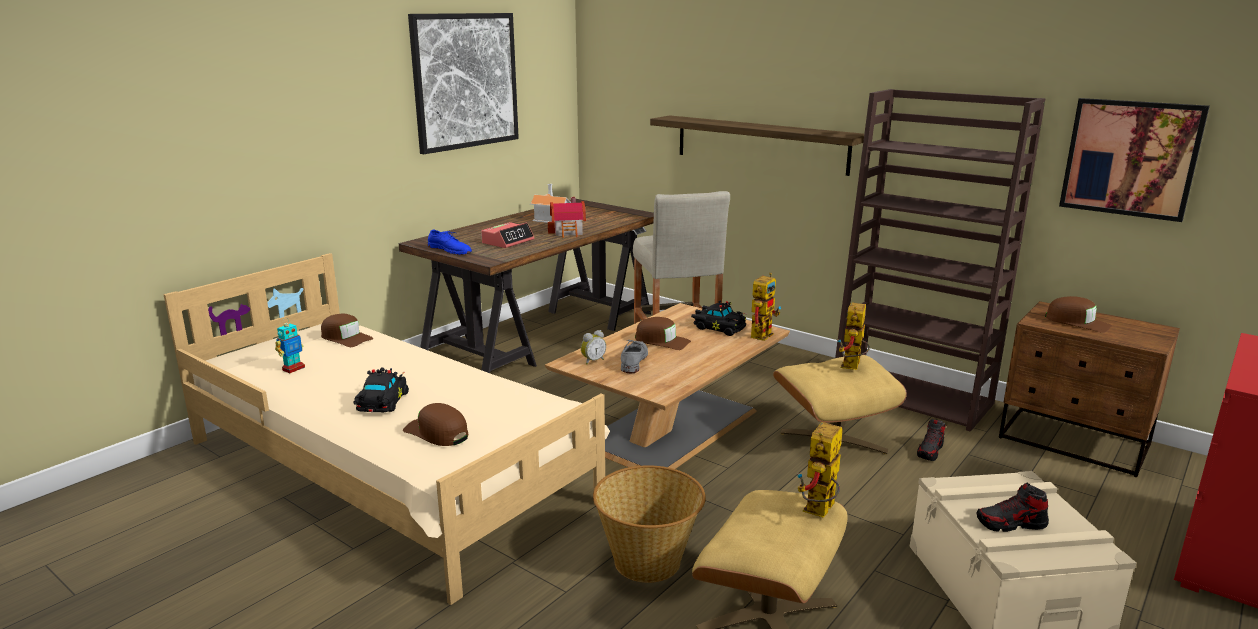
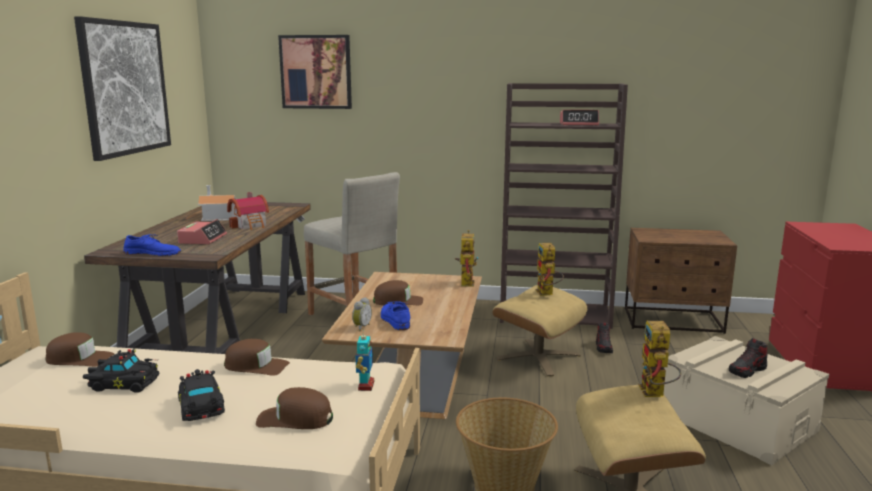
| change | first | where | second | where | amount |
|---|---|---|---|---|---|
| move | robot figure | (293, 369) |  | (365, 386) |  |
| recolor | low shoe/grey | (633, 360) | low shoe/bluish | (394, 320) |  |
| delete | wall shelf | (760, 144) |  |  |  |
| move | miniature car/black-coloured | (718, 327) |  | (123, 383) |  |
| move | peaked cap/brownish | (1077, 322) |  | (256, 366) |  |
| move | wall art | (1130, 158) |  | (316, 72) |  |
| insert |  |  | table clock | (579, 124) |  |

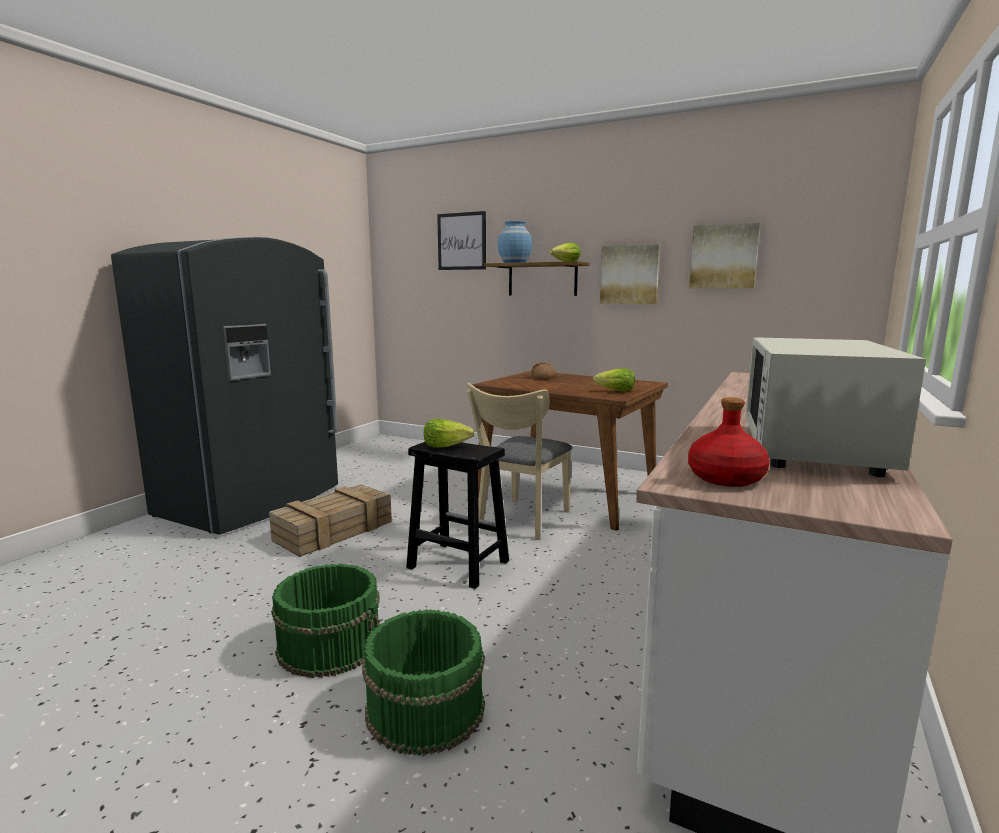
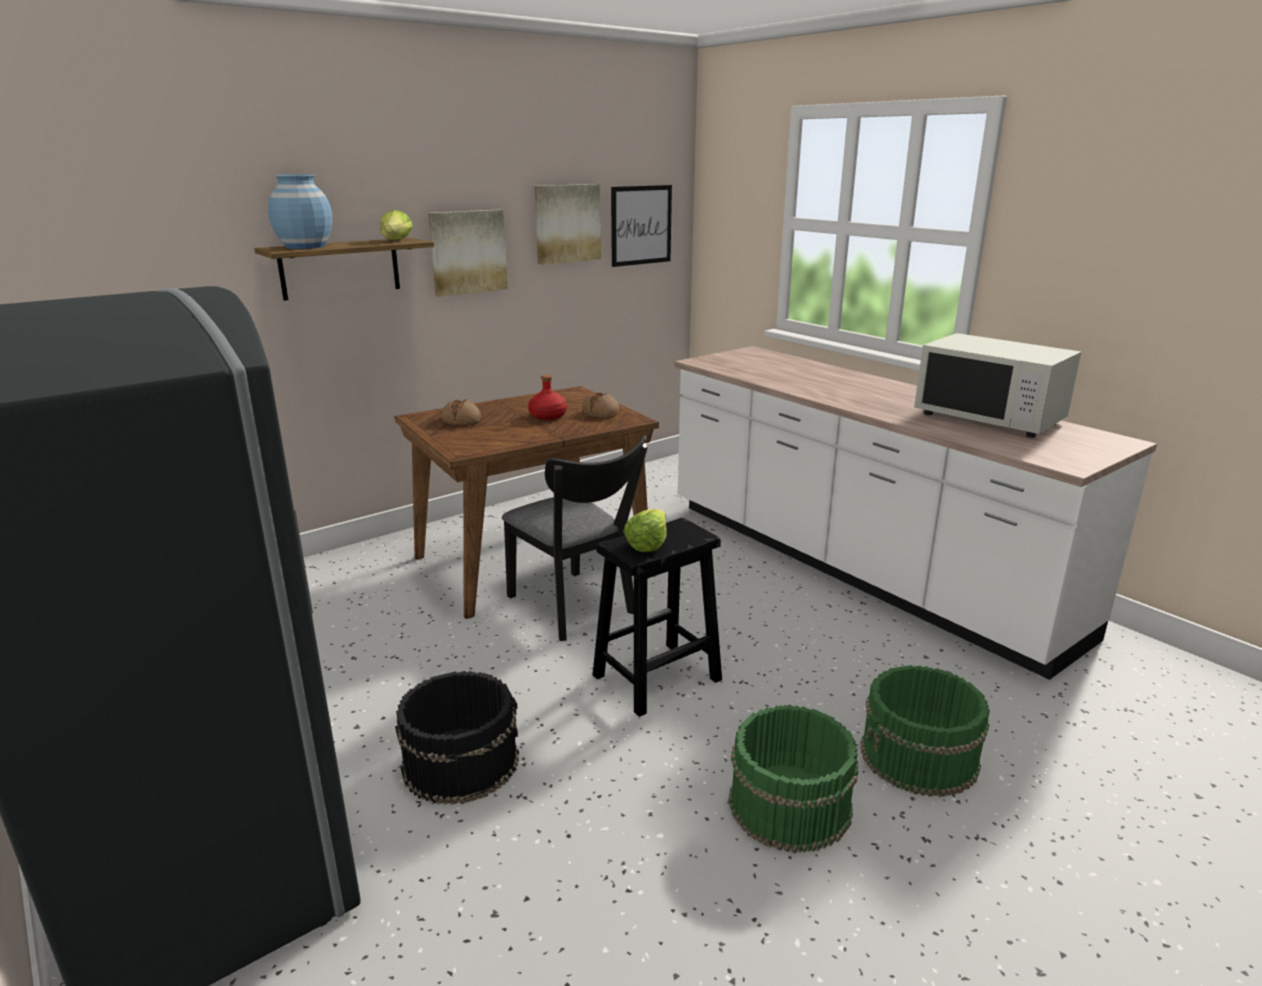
| change | first | where | second | where | amount |
|---|---|---|---|---|---|
| replace | packing crate | (335, 530) | water bucket/black-coloured | (460, 762) |  |
| move | wall art | (461, 241) |  | (641, 225) |  |
| recolor | plain chair/sand-coloured | (521, 521) | plain chair/black-coloured | (575, 608) |  |
| replace | lettuce | (615, 391) | baked bread | (601, 413) |  |
| move | bottle/red | (725, 478) |  | (547, 416) |  |

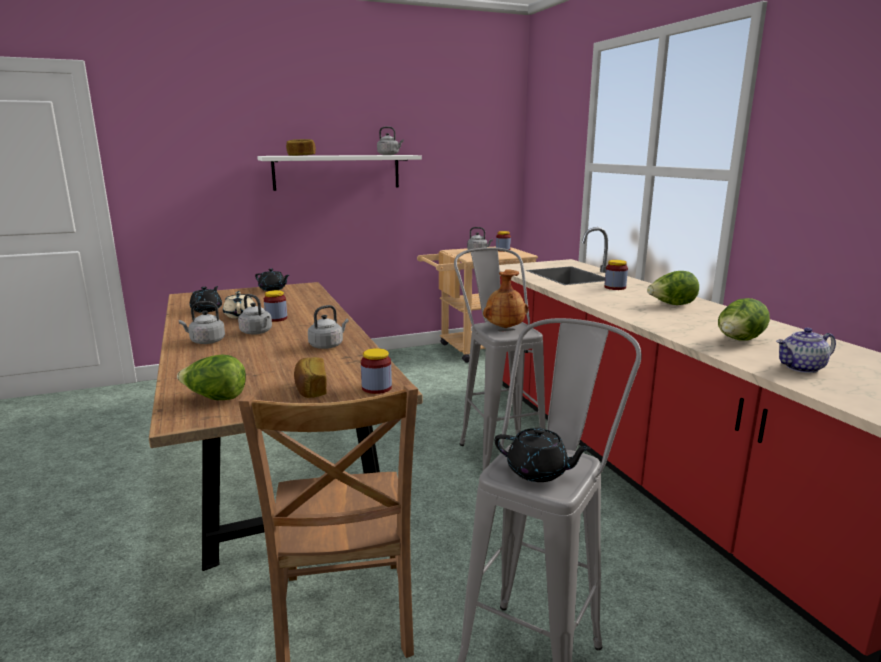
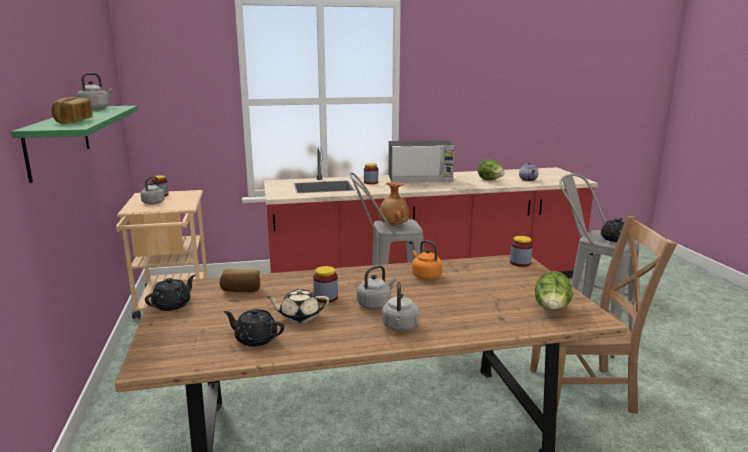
| change | first | where | second | where | amount |
|---|---|---|---|---|---|
| recolor | wall shelf/white-coloured | (337, 172) | wall shelf/greenish | (59, 140) |  |
| move | baked bread | (310, 389) |  | (241, 290) |  |
| recolor | tea kettle/grey | (327, 345) | tea kettle/orange-coloured | (425, 276) |  |
| replace | lettuce | (671, 305) | microwave oven | (420, 179) |  |

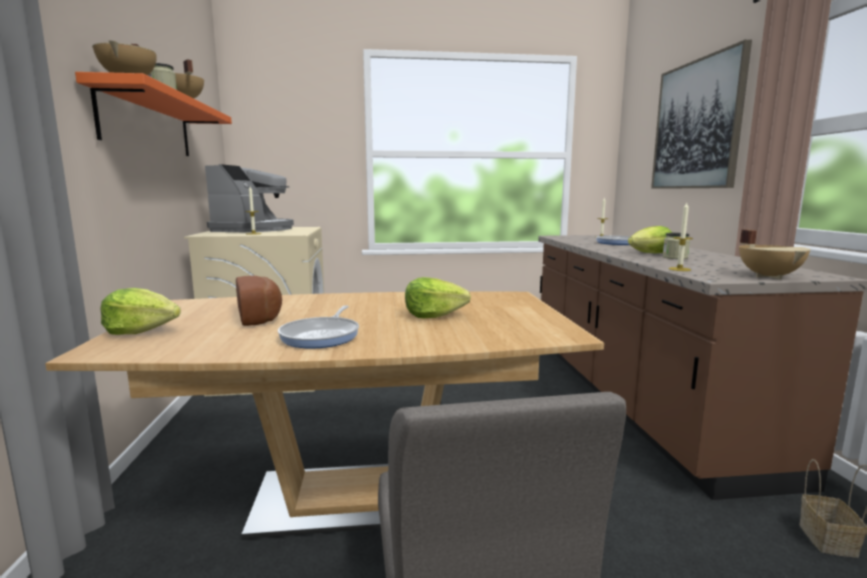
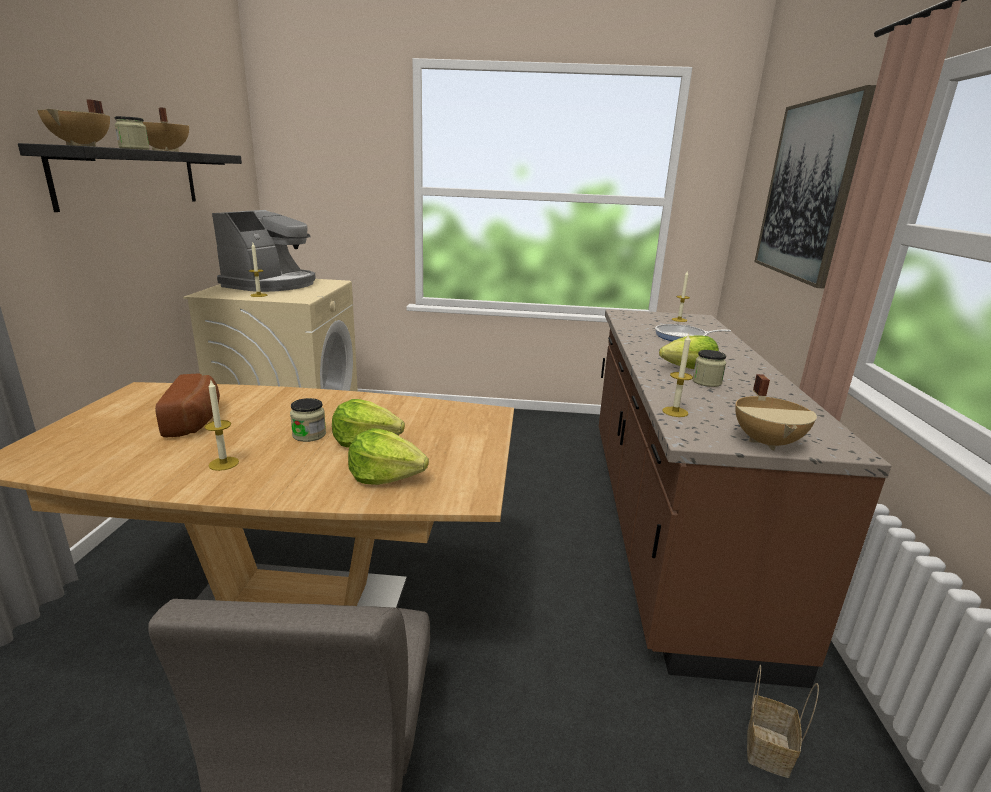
| change | first | where | second | where | amount |
|---|---|---|---|---|---|
| recolor | wall shelf/orange-coloured | (148, 124) | wall shelf/black-coloured | (130, 178) |  |
| move | lettuce | (141, 331) |  | (385, 476) |  |
| replace | pan | (322, 336) | wax light | (223, 463) |  |
| insert |  |  | preserve jar | (309, 435) |  |

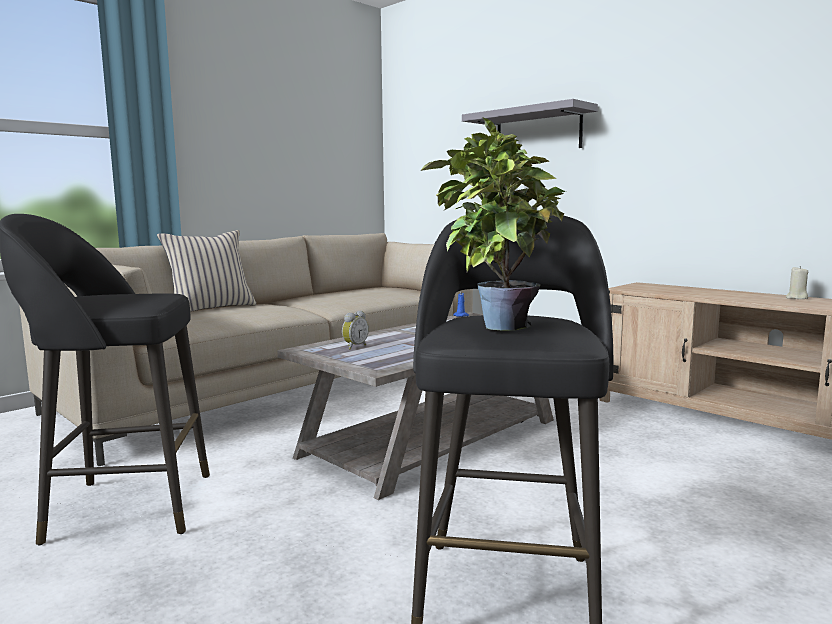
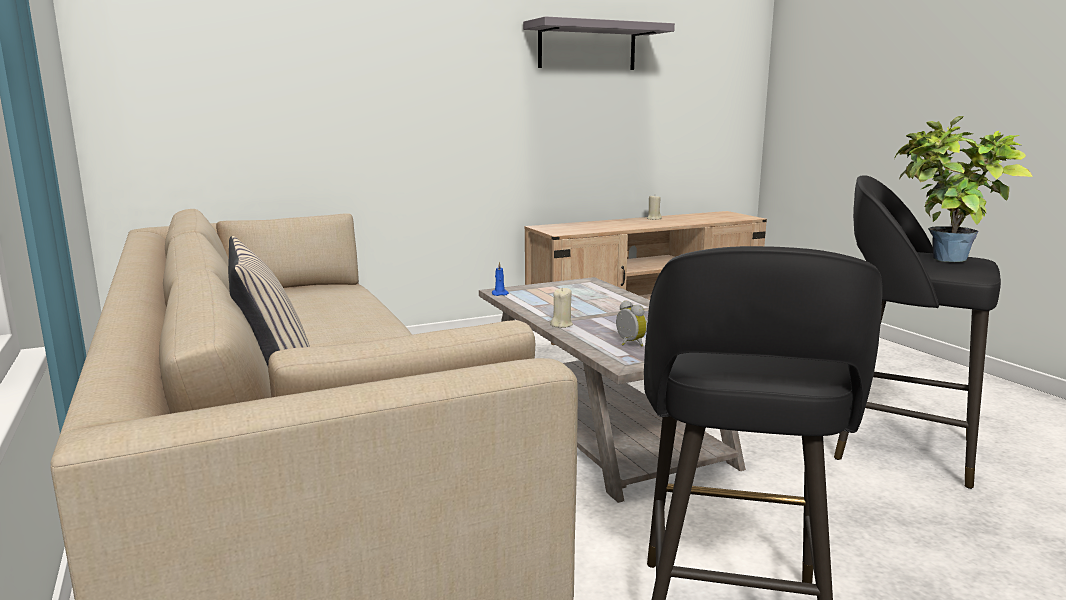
| change | first | where | second | where | amount |
|---|---|---|---|---|---|
| move | wall shelf/grey | (538, 131) |  | (587, 46) |  |
| insert |  |  | wax light/sand-coloured | (561, 325) |  |

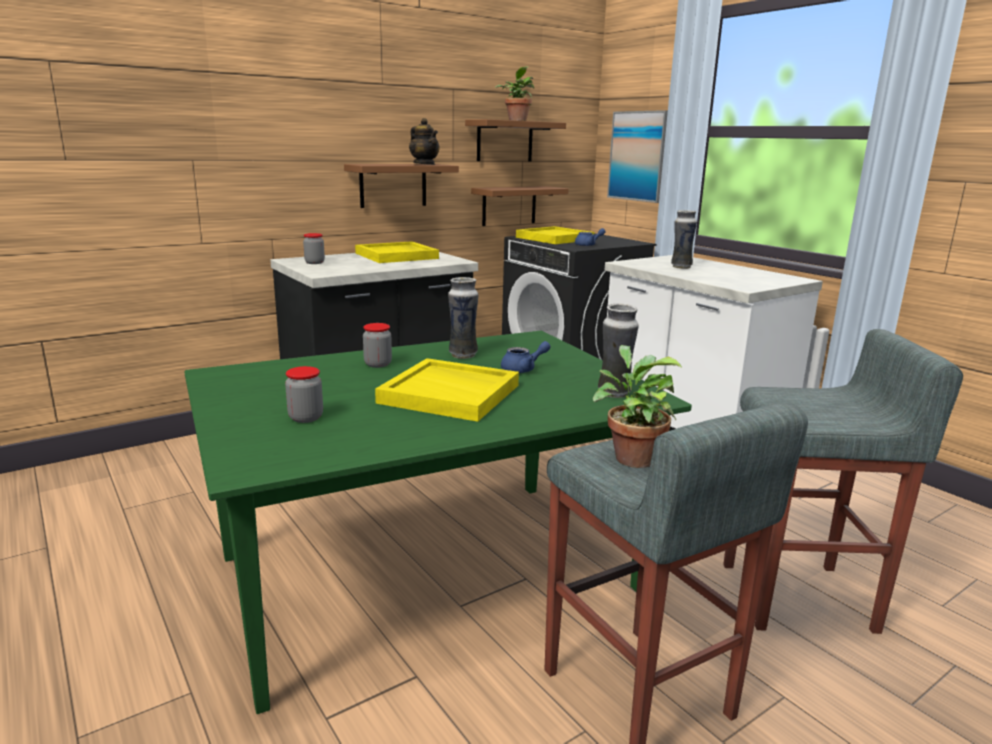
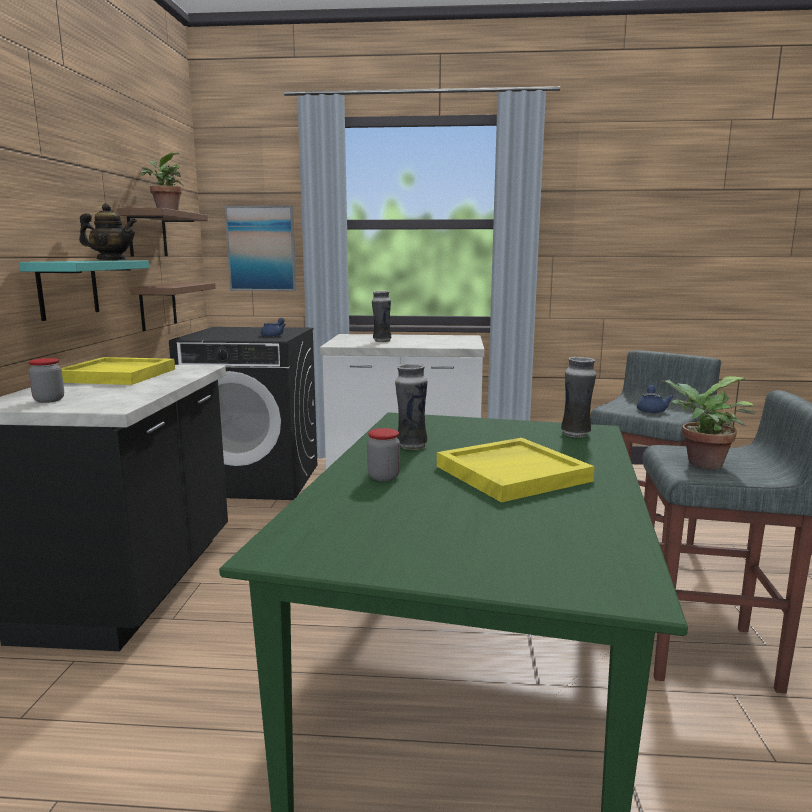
| change | first | where | second | where | amount |
|---|---|---|---|---|---|
| delete | preserve jar | (306, 418) |  |  |  |
| recolor | wall shelf/brownish | (393, 185) | wall shelf/turquoise | (68, 288) |  |
| move | pot for tea/bluish | (523, 369) |  | (651, 410) |  |
| delete | tray/yellowish | (553, 238) |  |  |  |

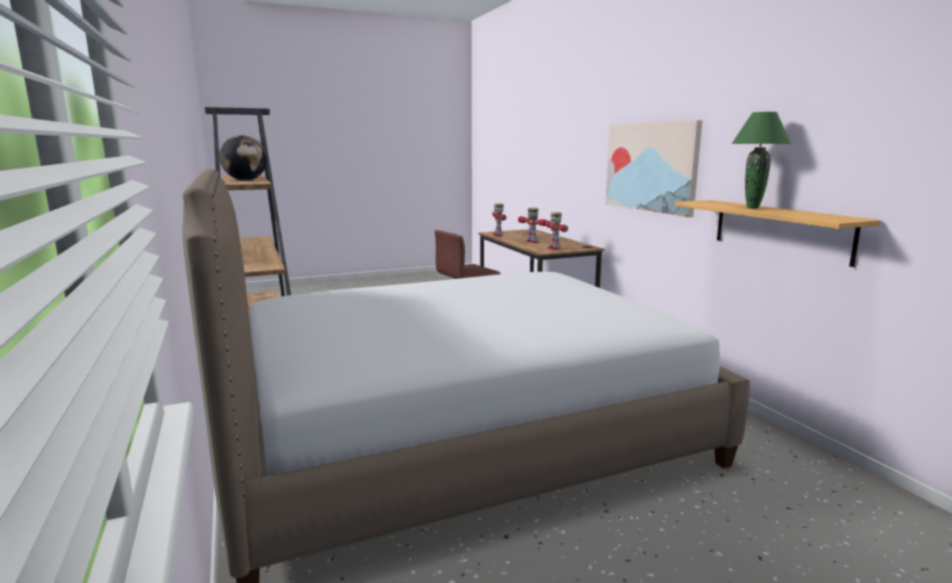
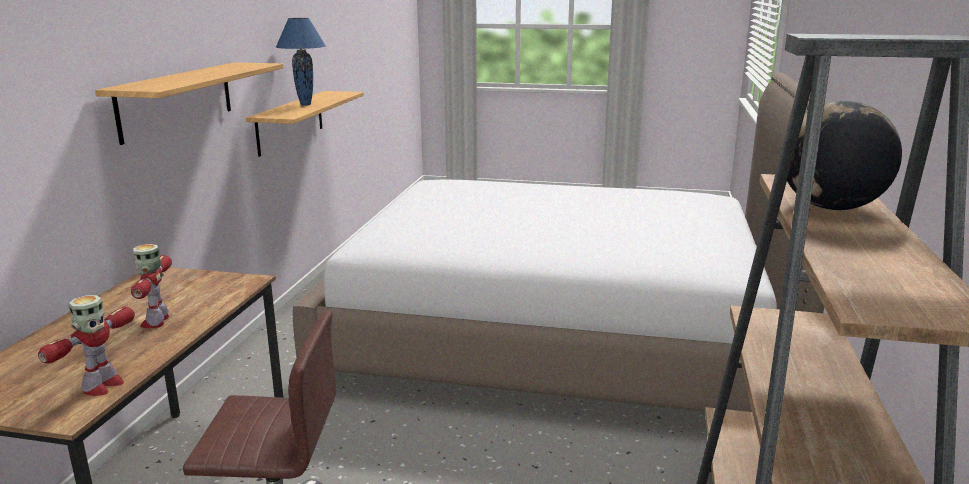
| change | first | where | second | where | amount |
|---|---|---|---|---|---|
| delete | robot figure | (554, 248) |  |  |  |
| replace | wall art | (651, 166) | wall shelf | (177, 100) |  |
| recolor | tabletop lamp/greenish | (753, 207) | tabletop lamp/bluish | (305, 104) |  |

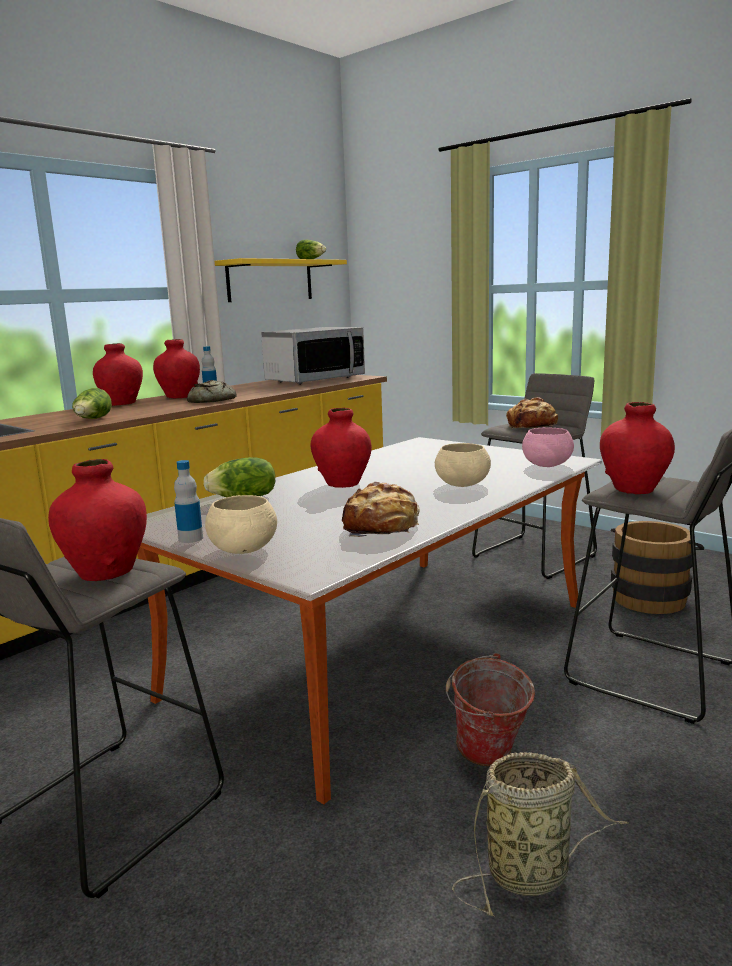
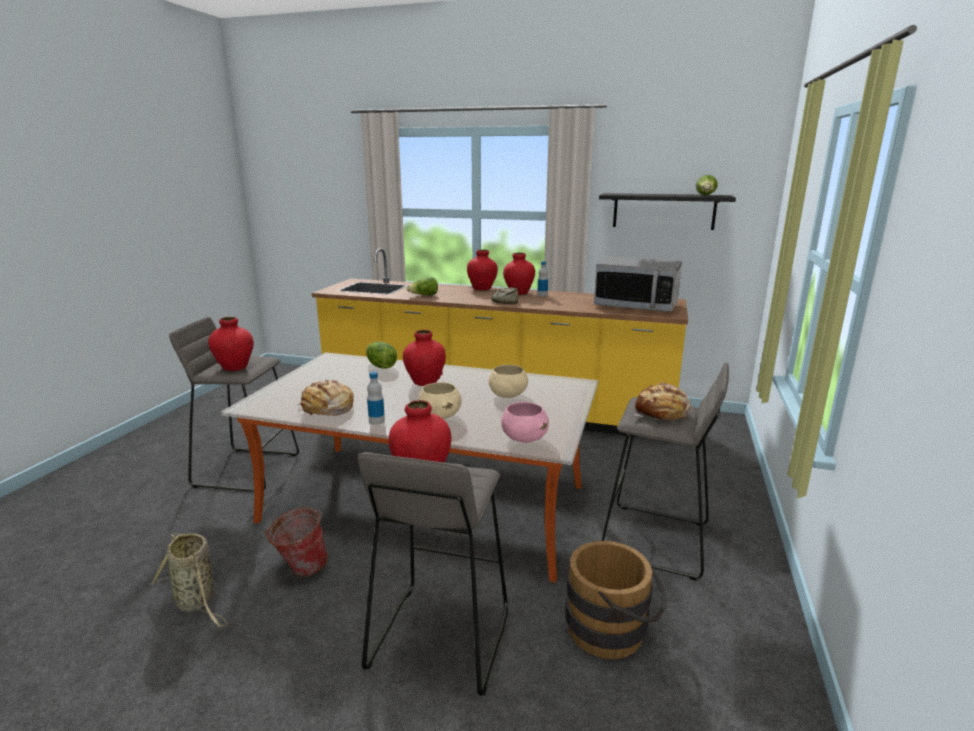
| change | first | where | second | where | amount |
|---|---|---|---|---|---|
| move | bottle | (190, 538) |  | (376, 421) |  |
| move | bowl/sand-coloured | (242, 550) |  | (507, 395) |  |
| recolor | wall shelf/yellowish | (270, 281) | wall shelf/black-coloured | (663, 211) |  |

